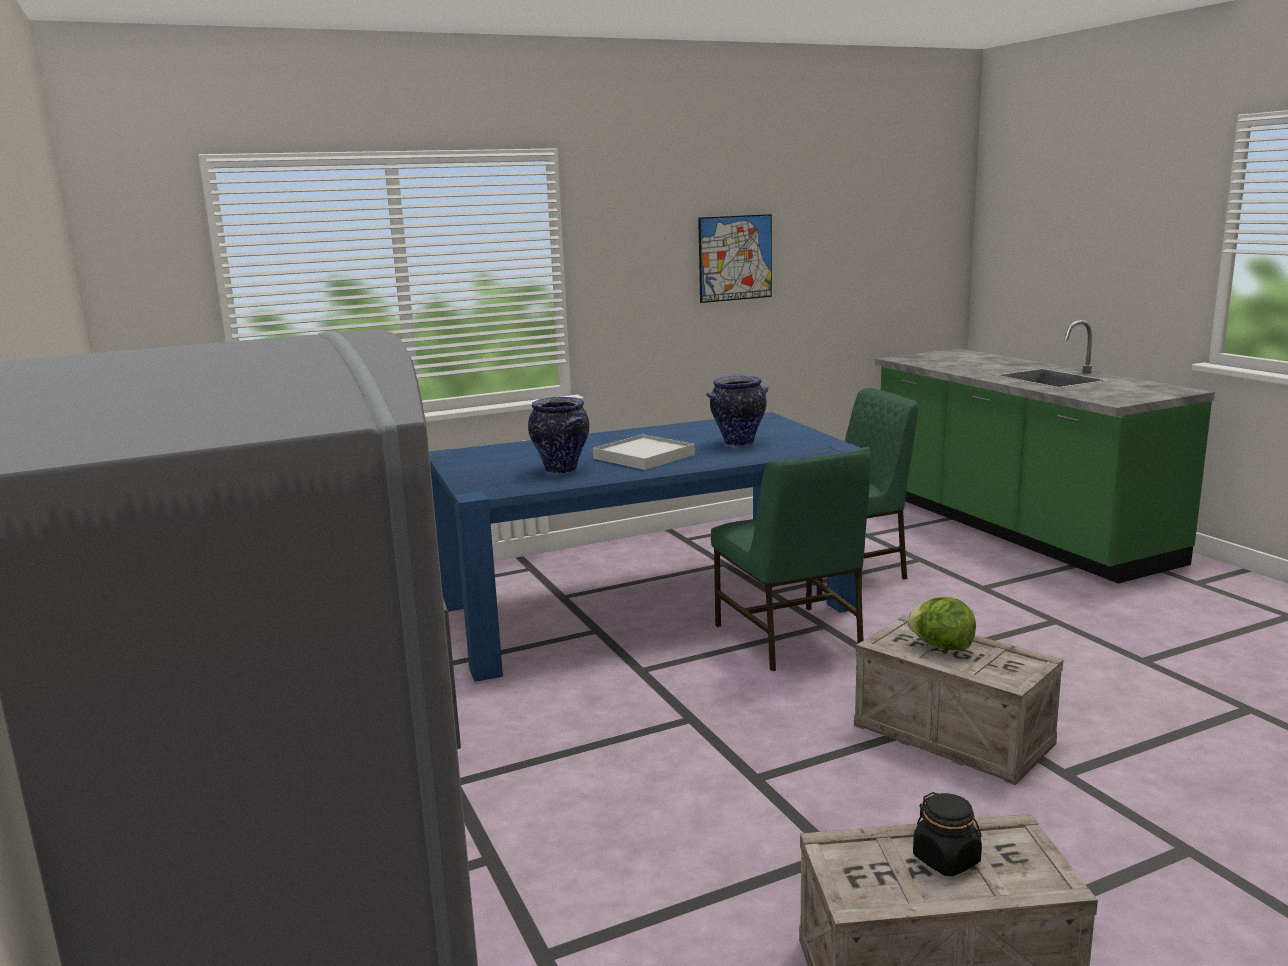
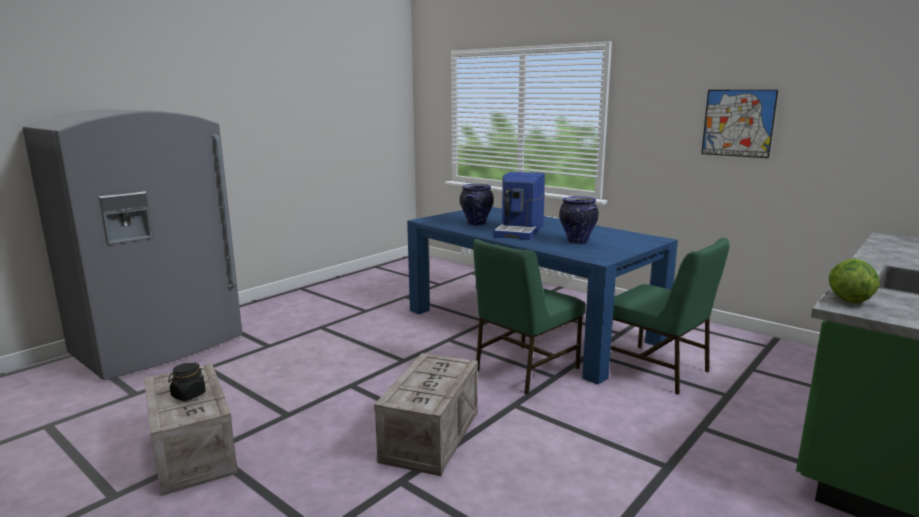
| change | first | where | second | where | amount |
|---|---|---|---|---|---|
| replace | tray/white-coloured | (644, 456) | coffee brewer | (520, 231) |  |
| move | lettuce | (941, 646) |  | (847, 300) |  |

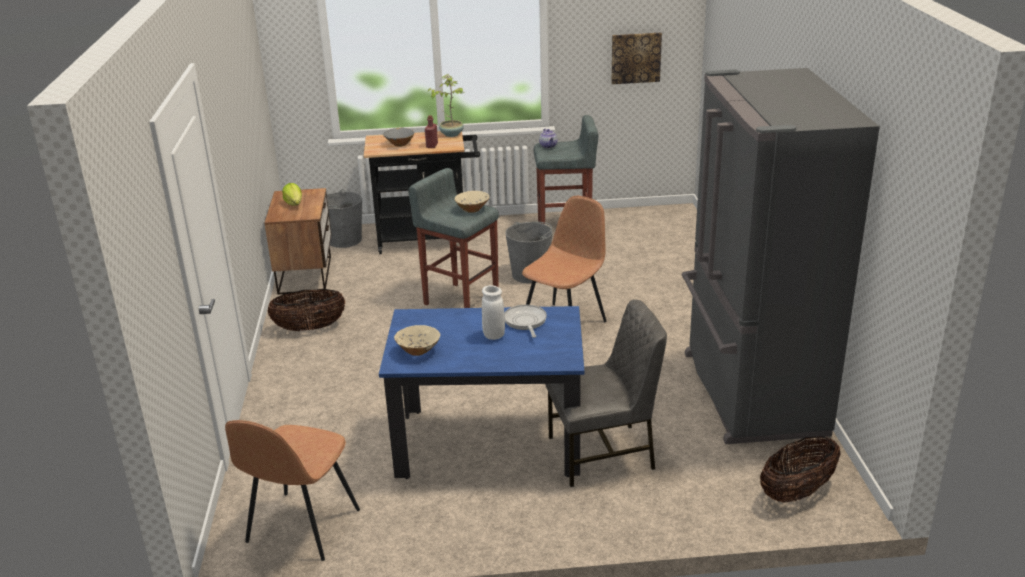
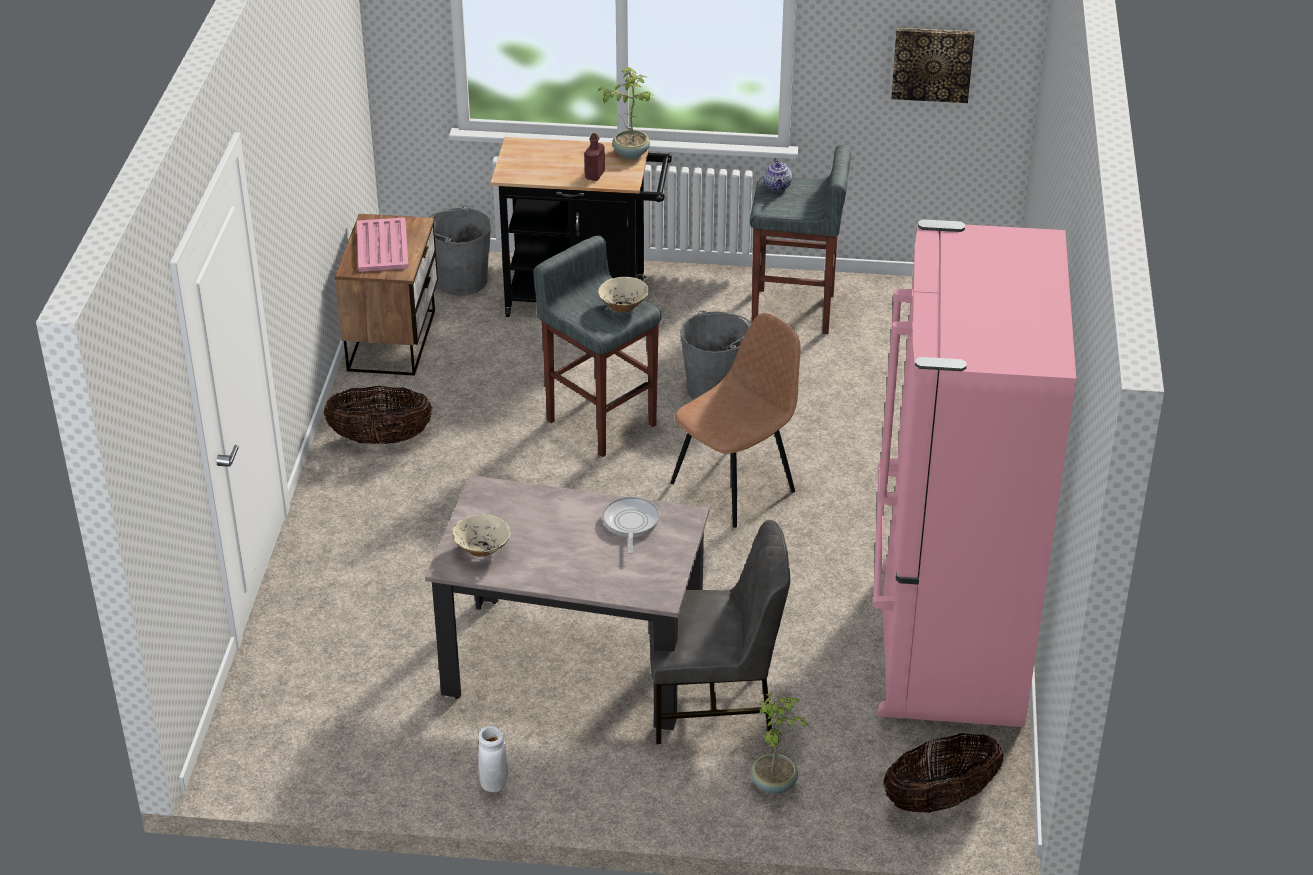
| change | first | where | second | where | amount |
|---|---|---|---|---|---|
| delete | plain chair/brownish | (301, 528) |  |  |  |
| replace | lettuce | (294, 204) | tray/pinkish | (382, 245) |  |
| recolor | dinner table/bluish | (489, 443) | dinner table/sand-coloured | (573, 663) |  |
| delete | bowl/grey | (400, 144) |  |  |  |
| move | decorative vase/white-coloured | (493, 335) |  | (494, 783) |  |
| recolor | refrigerator/grey | (749, 393) | refrigerator/pinkish | (945, 643) |  |
| insert |  |  | plant in a pot | (774, 783) |  |

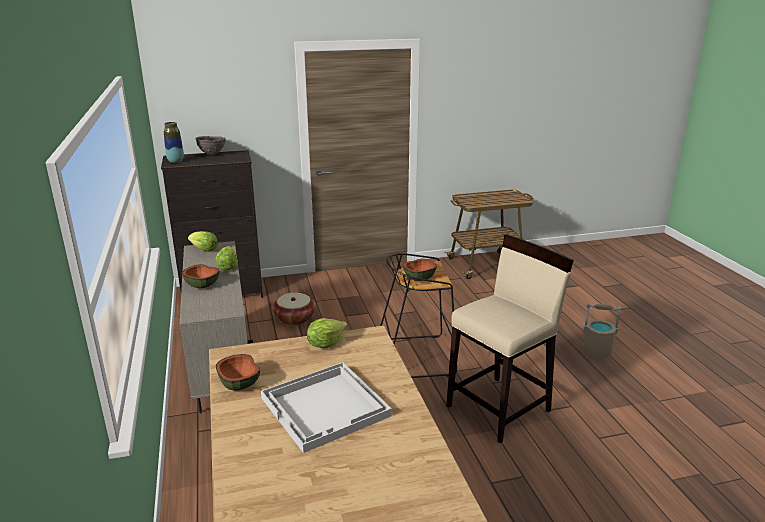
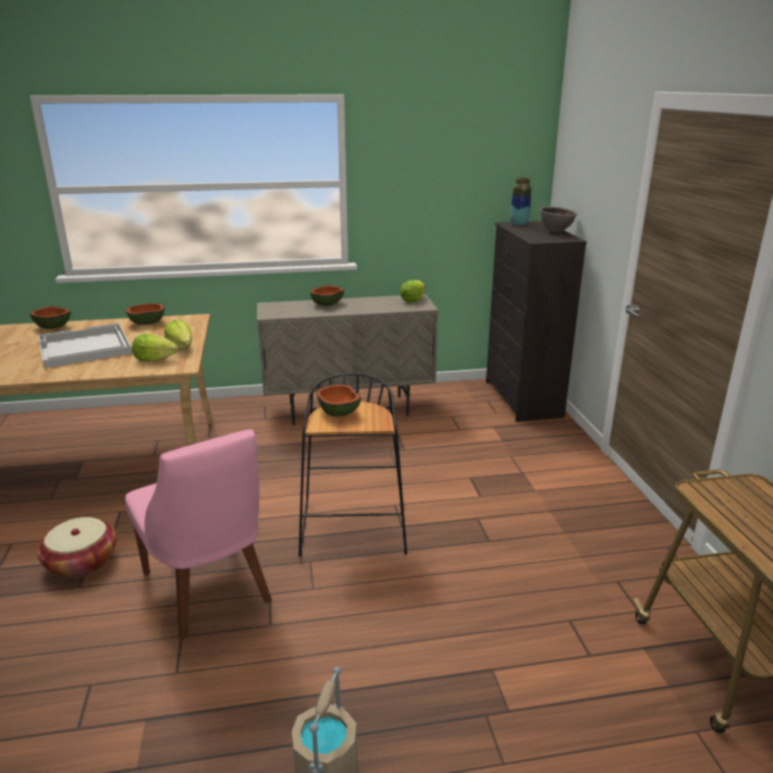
| change | first | where | second | where | amount |
|---|---|---|---|---|---|
| move | lettuce | (228, 267) |  | (154, 360) |  |
| move | household basket | (294, 318) |  | (81, 562) |  |
| replace | stool seat/sand-coloured | (499, 408) | plain chair/pinkish | (209, 590) |  |
| insert |  |  | bowl | (53, 326) |  |

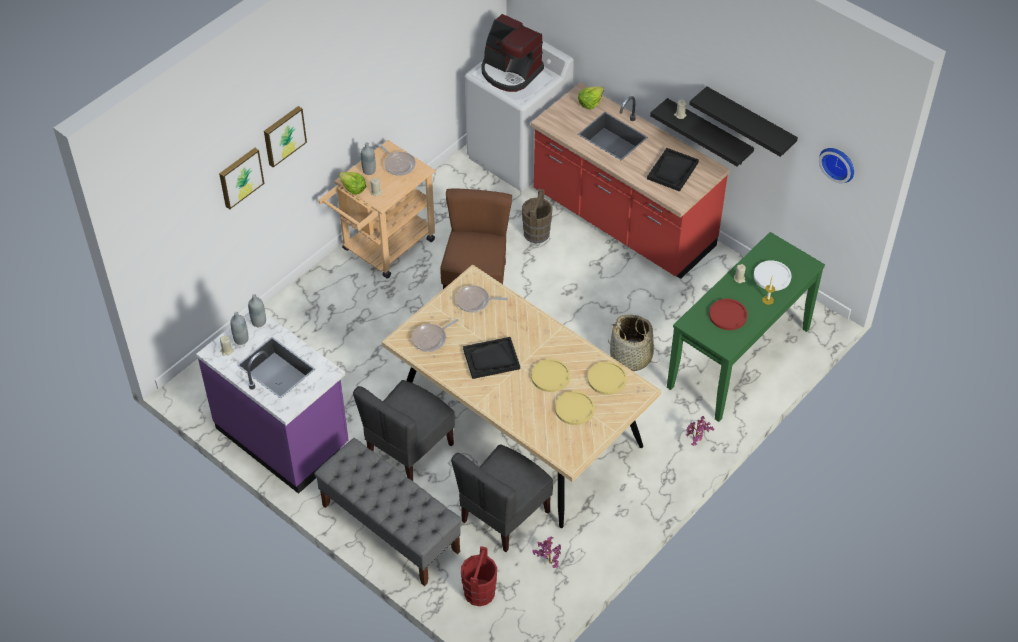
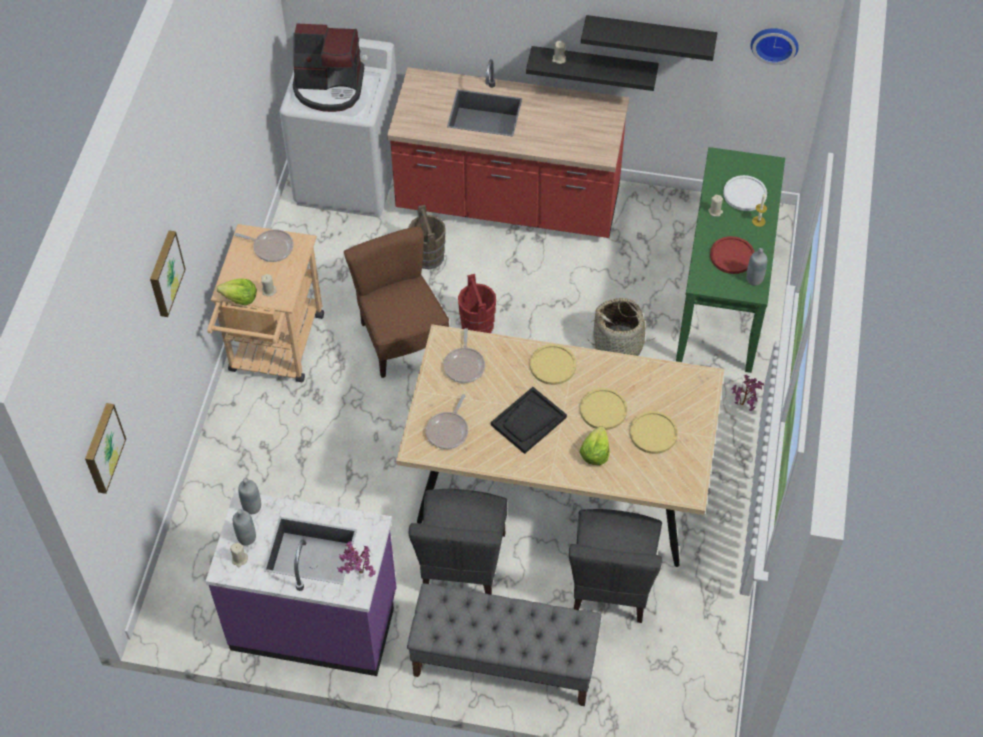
| change | first | where | second | where | amount |
|---|---|---|---|---|---|
| move | wall art | (240, 177) |  | (102, 447) |  |
| move | bottle/grey | (369, 170) |  | (754, 279) |  |
| rotate | pan | (475, 301) |  | (464, 365) | 60 degrees counterclockwise |
| move | water bucket/red | (479, 592) |  | (477, 325) |  |
| move | plant in a pot | (547, 562) |  | (357, 573) |  |
| move | lettuce | (590, 102) |  | (595, 453) |  |
| move | dinner plate/yellowish | (607, 378) |  | (552, 365) |  |
| delete | tray/black-coloured | (672, 171) |  |  |  |

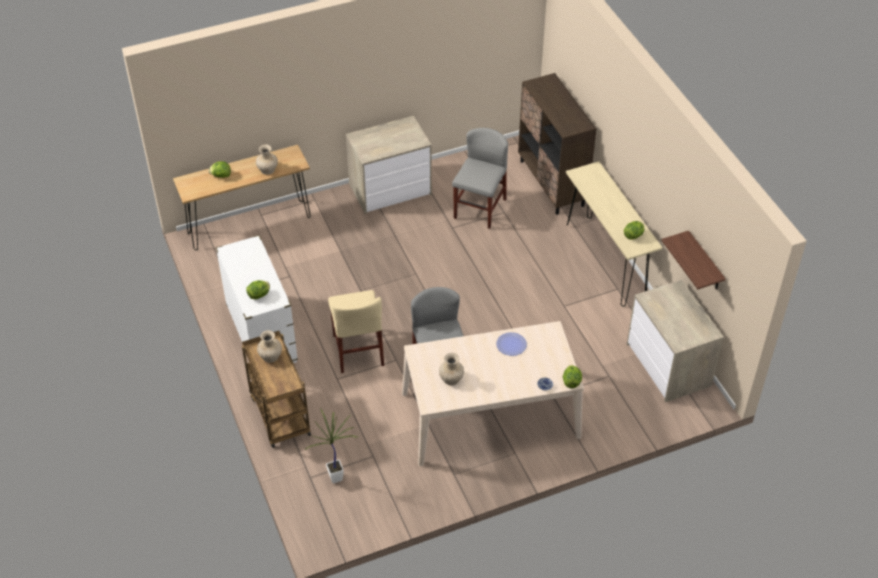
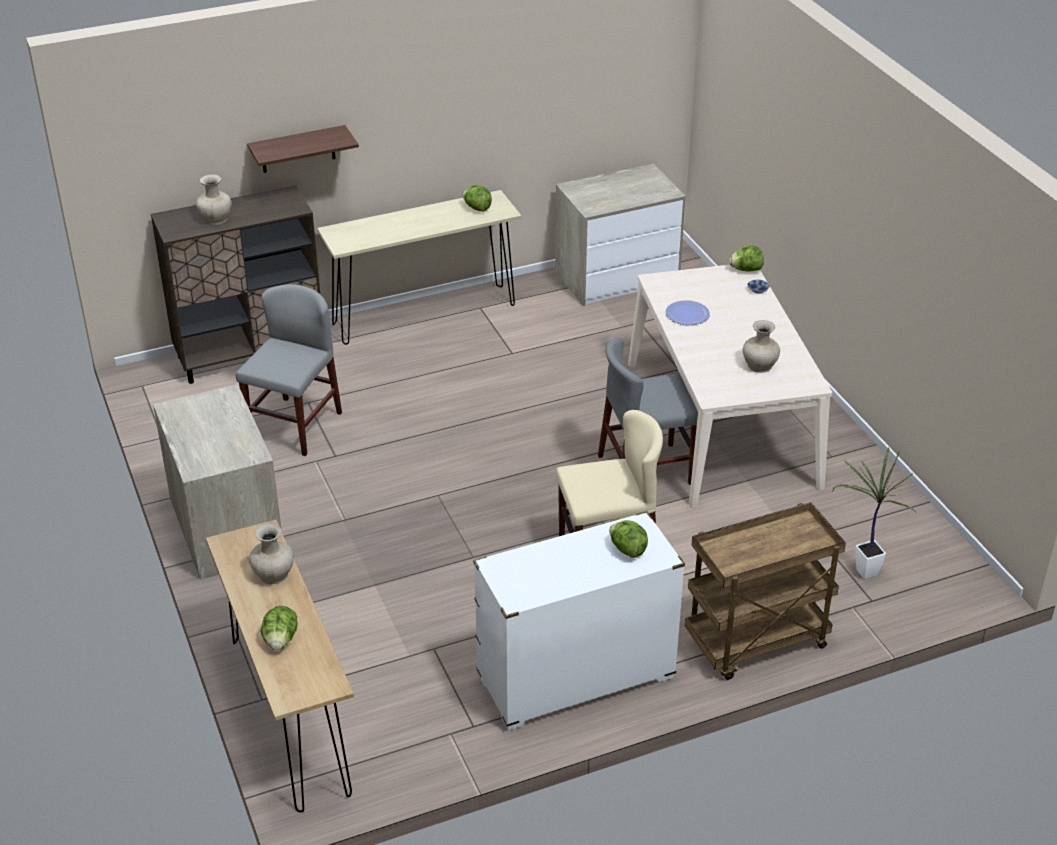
| change | first | where | second | where | amount |
|---|---|---|---|---|---|
| move | decorative vase/sand-coloured | (270, 356) |  | (216, 219) |  |
| rotate | plain chair/grey | (480, 209) |  | (295, 426) | 90 degrees clockwise |
| move | wall shelf | (705, 262) |  | (298, 149) |  |

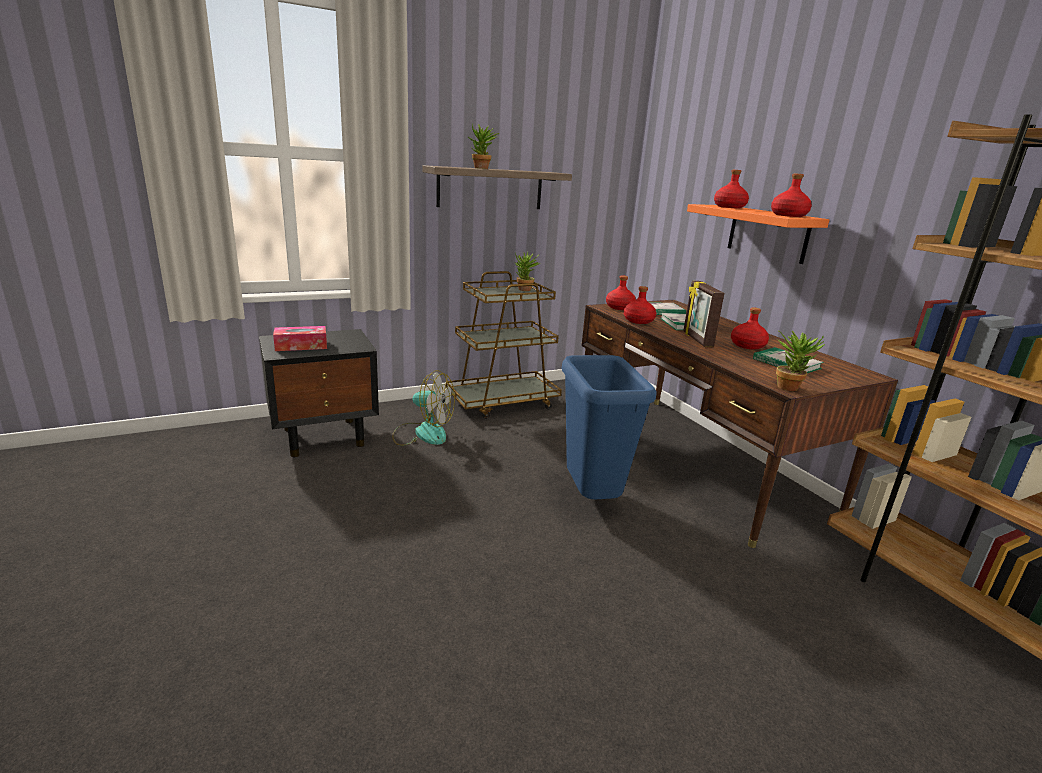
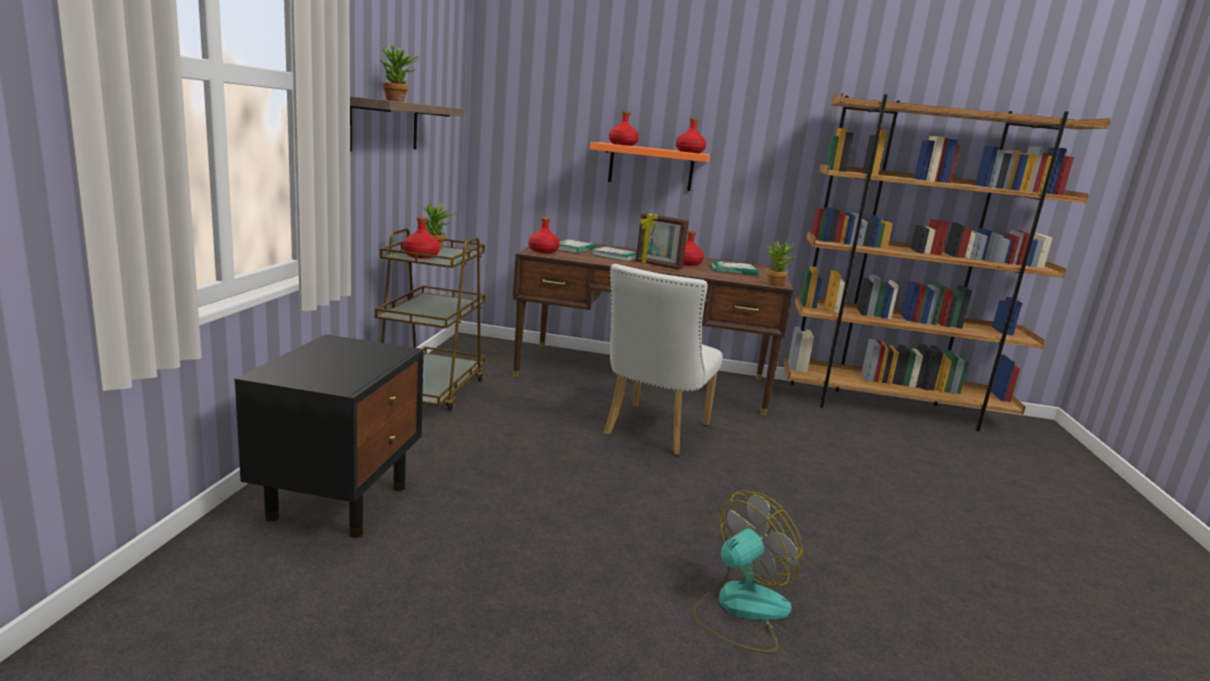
| change | first | where | second | where | amount |
|---|---|---|---|---|---|
| delete | tissue box | (301, 346) |  |  |  |
| move | cooling fan | (422, 433) |  | (740, 609) |  |
| replace | waste bin/bluish | (589, 499) | plain chair/white-coloured | (652, 432) |  |
| move | bottle/red | (638, 321) |  | (421, 256) |  |

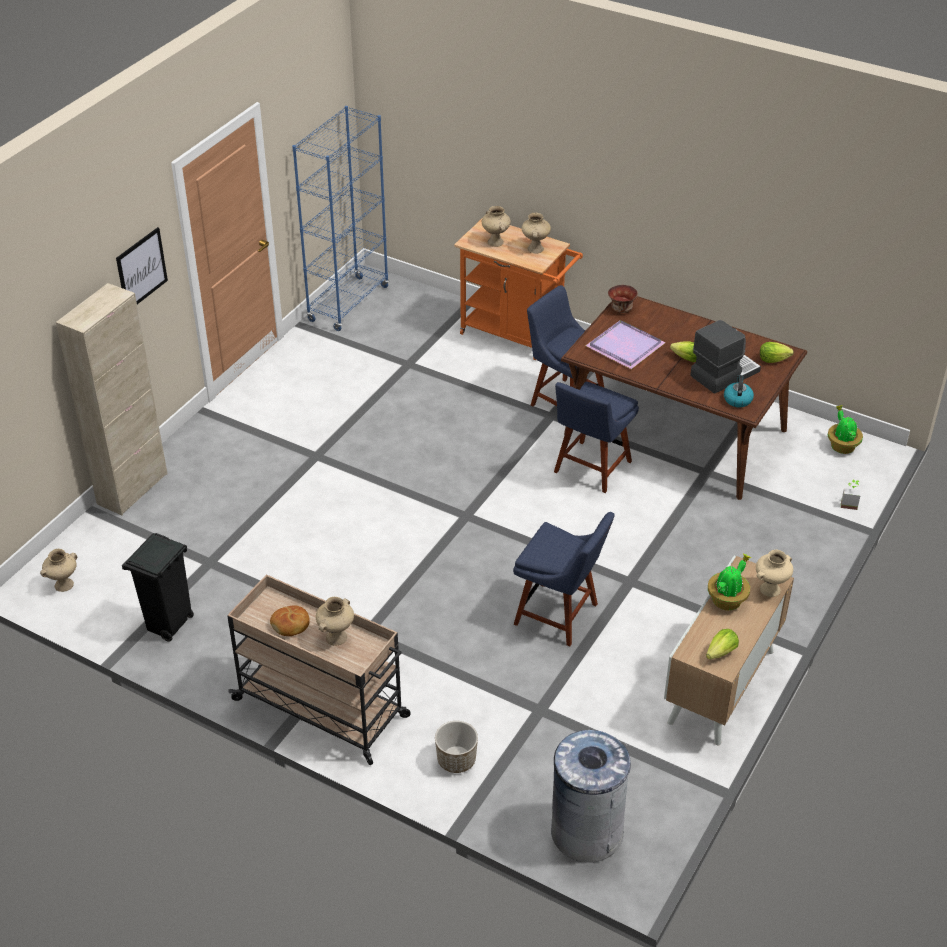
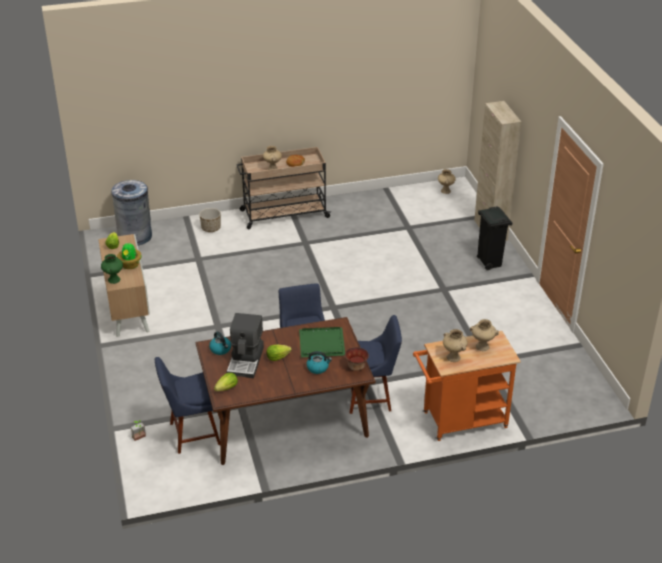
| change | first | where | second | where | amount |
|---|---|---|---|---|---|
| delete | wall art | (141, 269) |  |  |  |
| move | waste bin/black-coloured | (169, 625) |  | (489, 262) |  |
| delete | shelving unit/bluish | (348, 304) |  |  |  |
| move | plain chair/bluish | (560, 615) |  | (191, 434) |  |
| recolor | tray/purple | (623, 346) | tray/greenish | (322, 343) |  |
| recolor | decorative vase/sand-coloured | (770, 590) | decorative vase/greenish | (114, 279) |  |
| delete | plant in a pot | (842, 446) |  |  |  |
| insert |  |  | tea kettle | (318, 368) |  |

